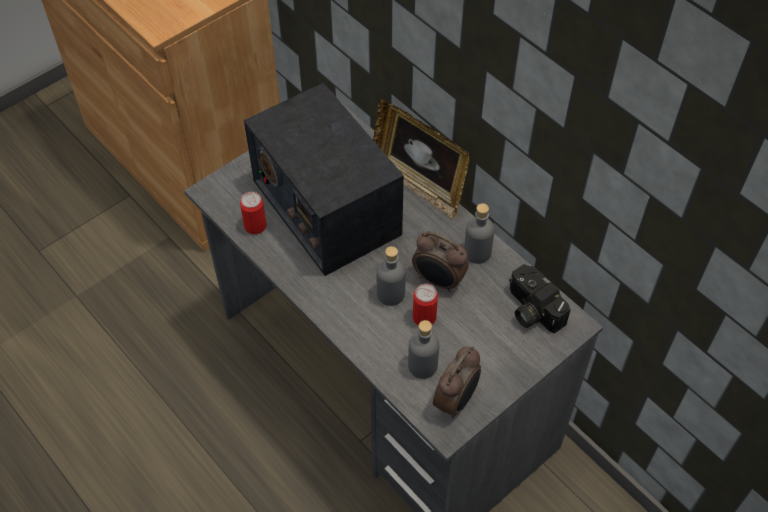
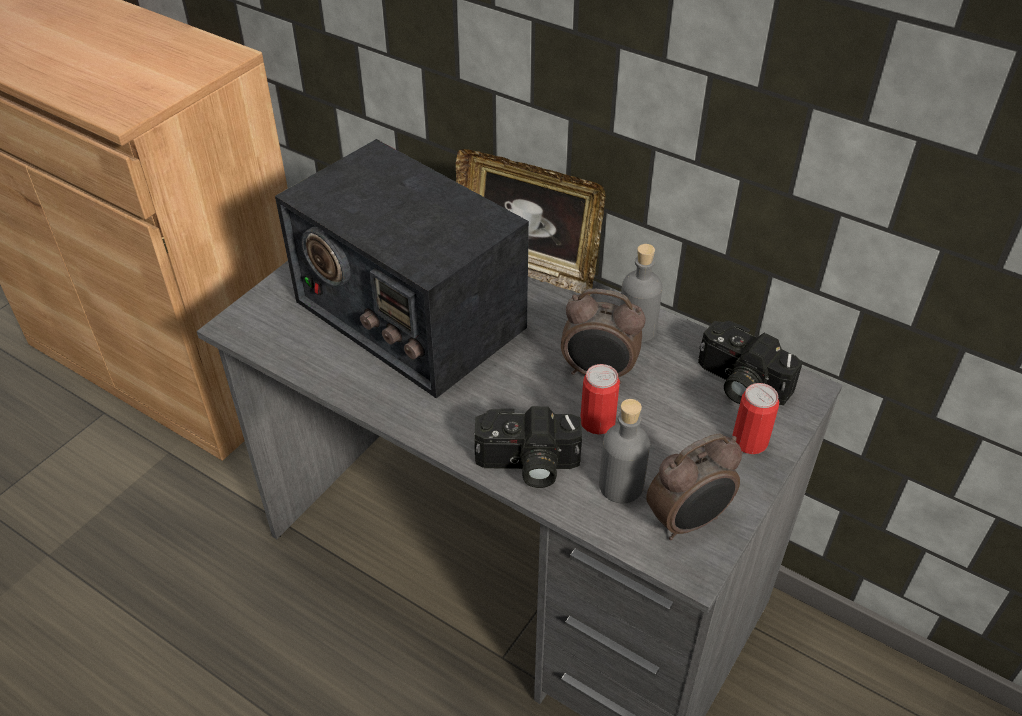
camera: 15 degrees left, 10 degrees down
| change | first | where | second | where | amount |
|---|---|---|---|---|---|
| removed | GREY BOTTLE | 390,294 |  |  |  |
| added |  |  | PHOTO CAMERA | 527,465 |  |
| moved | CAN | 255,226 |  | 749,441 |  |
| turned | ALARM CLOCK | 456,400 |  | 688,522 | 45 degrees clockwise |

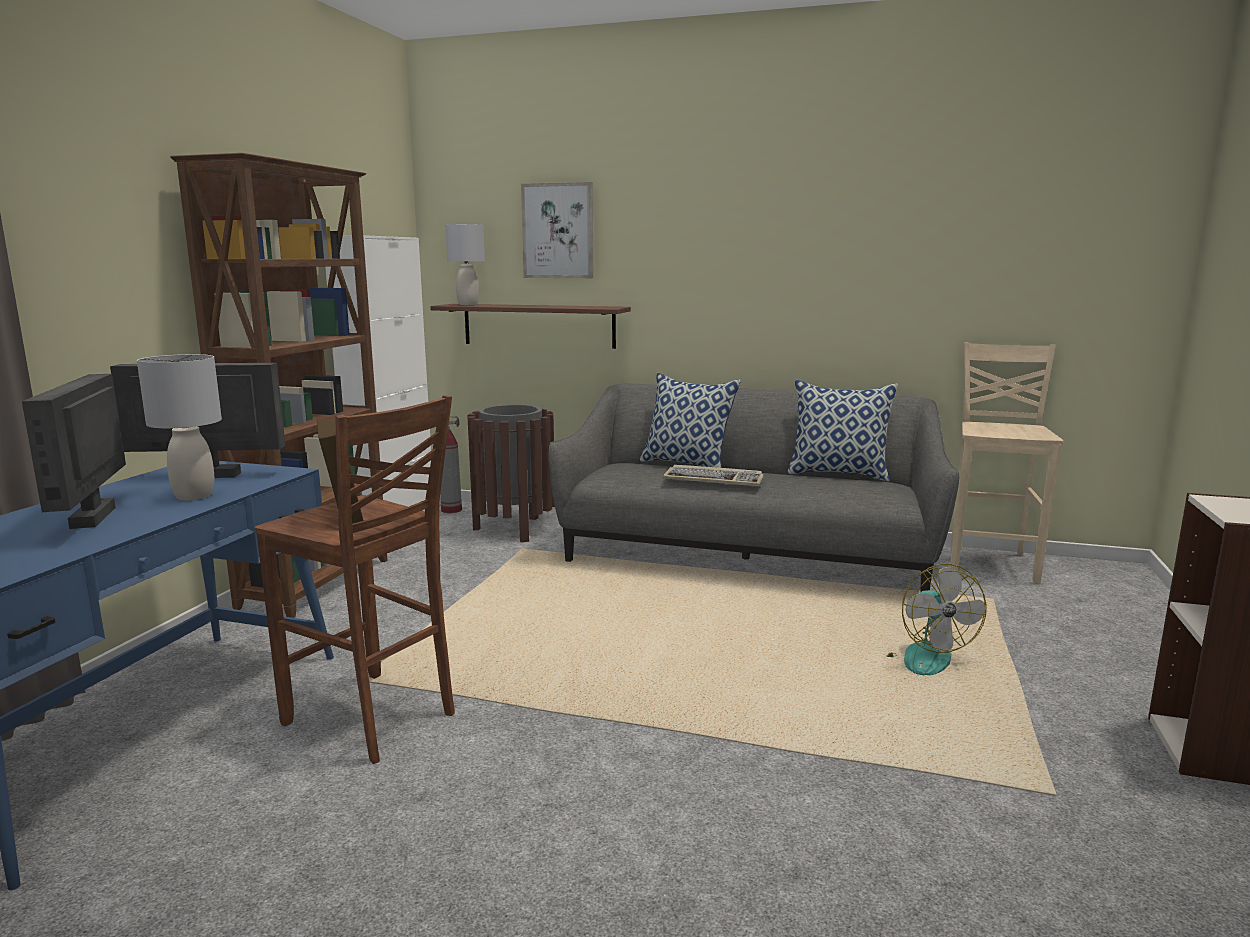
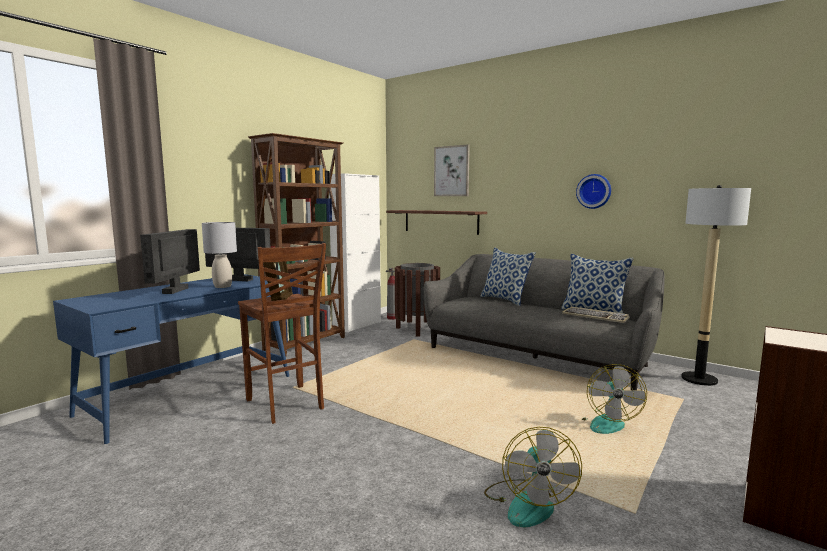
camera: 20 degrees right, 5 degrees down
| change | first | where | second | where | amount |
|---|---|---|---|---|---|
| removed | GREY TABLE LAMP | 468,304 |  |  |  |
| added |  |  | FAN | 528,502 |  |
| added |  |  | WALL CLOCK | 594,191 |  |
| moved | KEYBOARD | 714,480 |  | 596,317 |  |
| replaced | BEIGE STOOL | 990,563 | FLOOR LAMP | 699,379 |  |

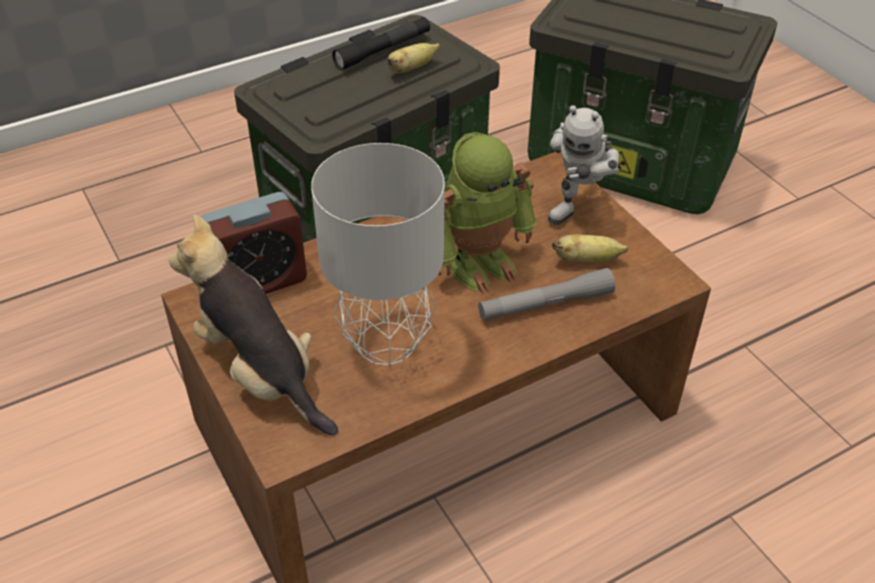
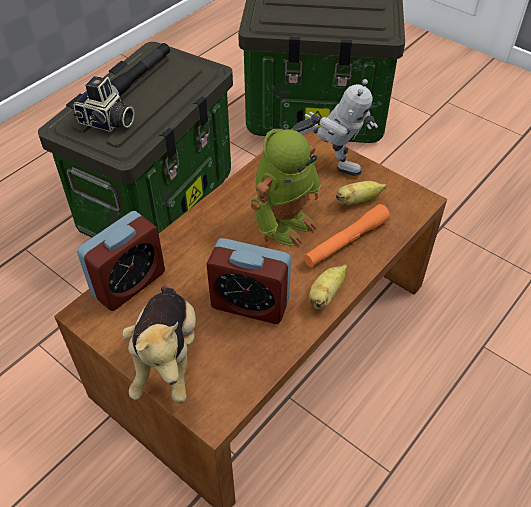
camera: 20 degrees left, 5 degrees up
| change | first | where | second | where | amount |
|---|---|---|---|---|---|
| added |  |  | PHOTO CAMERA | 106,123 |  |
| moved | BANANA | 411,69 |  | 326,294 |  |
| replaced | GREY TABLE LAMP | 388,343 | ALARM CLOCK | 250,304 |  |
| recoloured | GREY FLASHLIGHT | 545,304 | ORANGE FLASHLIGHT | 346,242 |  |
| turned | PLUSH TOY | 261,374 |  | 167,358 | 120 degrees counterclockwise |
| turned | TOY ROBOT | 579,207 |  | 333,162 | 75 degrees counterclockwise |

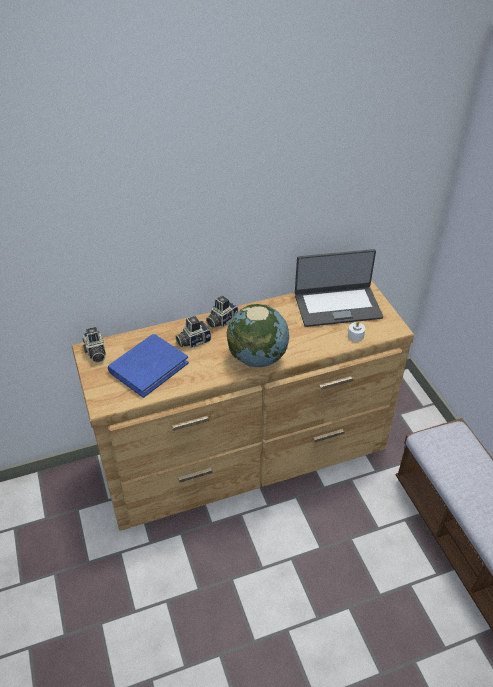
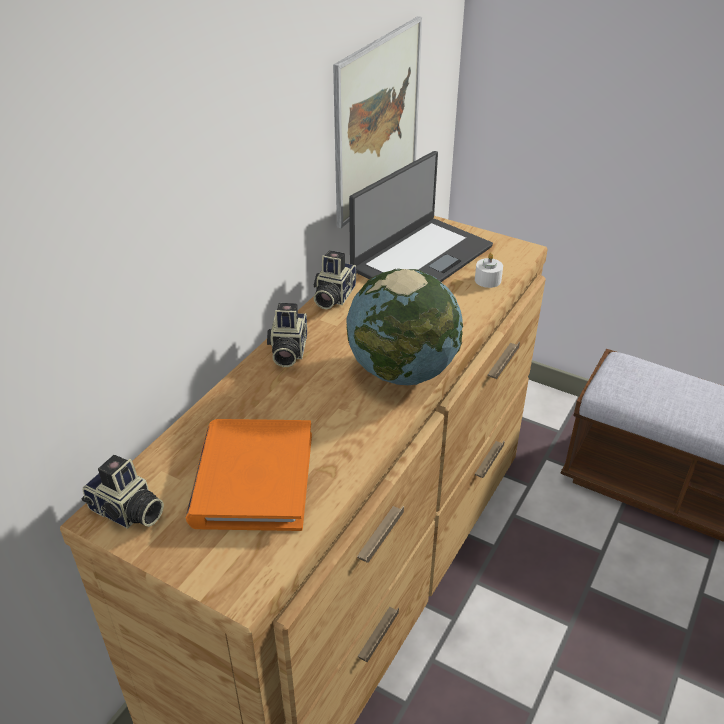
camera: 40 degrees left, 5 degrees down
| change | first | where | second | where | amount |
|---|---|---|---|---|---|
| added |  |  | PICTURE | 377,121 |  |
| moved | PHOTO CAMERA | 193,341 |  | 332,296 |  |
| recoloured | BLUE BOOK | 148,367 | ORANGE BOOK | 253,479 |  |

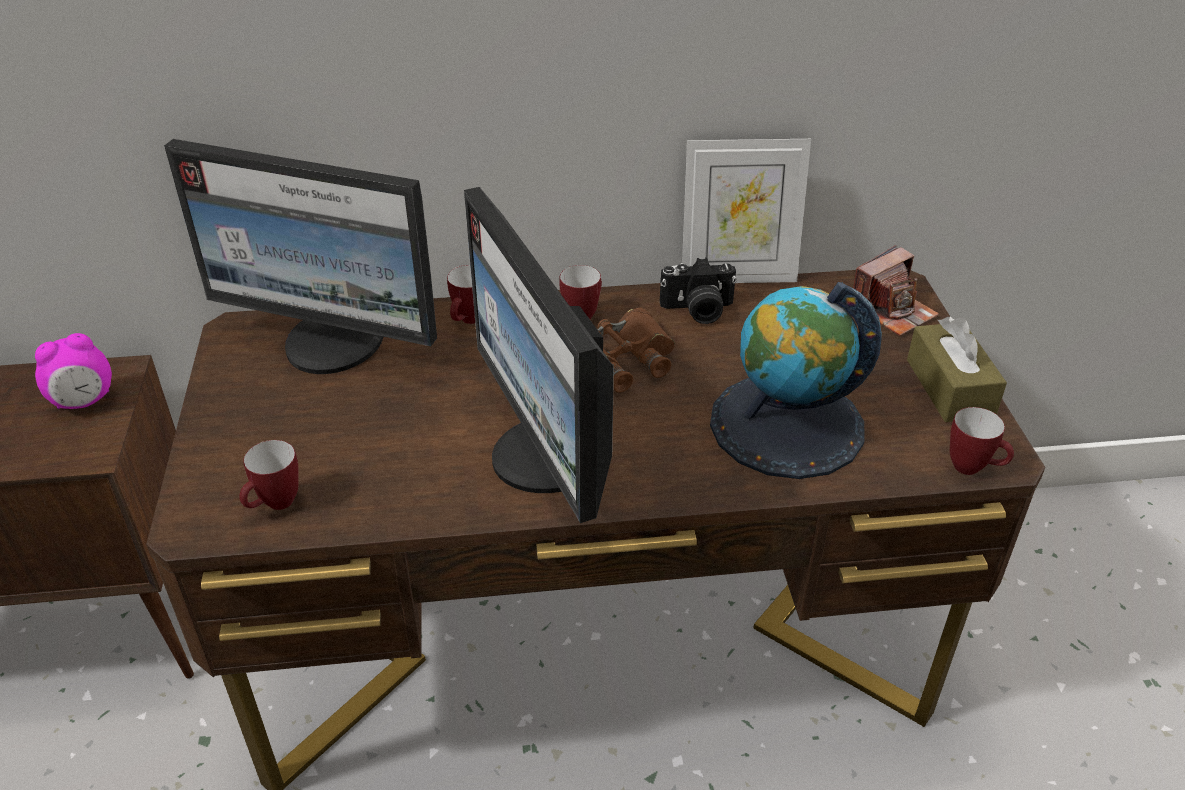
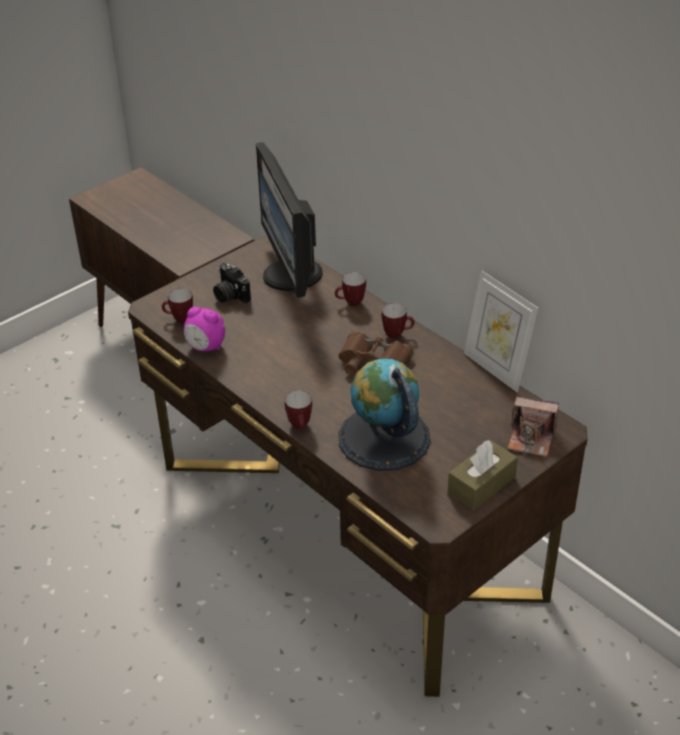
camera: 55 degrees right, 0 degrees up
| change | first | where | second | where | amount |
|---|---|---|---|---|---|
| removed | MONITOR | 548,457 |  |  |  |
| moved | ALARM CLOCK | 84,402 |  | 205,347 |  |
| moved | PHOTO CAMERA | 698,310 |  | 230,295 |  |
| moved | MUG | 973,468 |  | 300,427 |  |

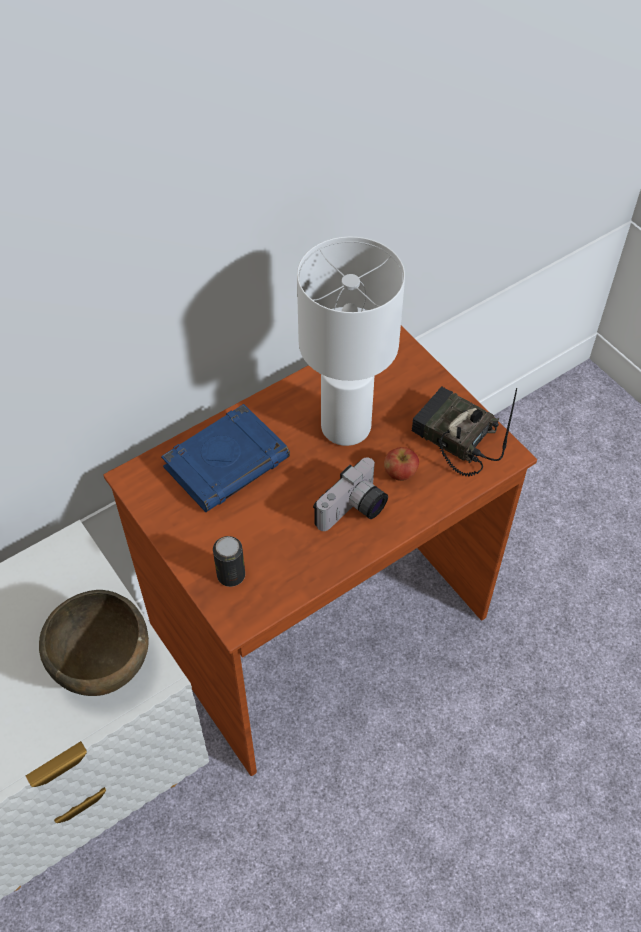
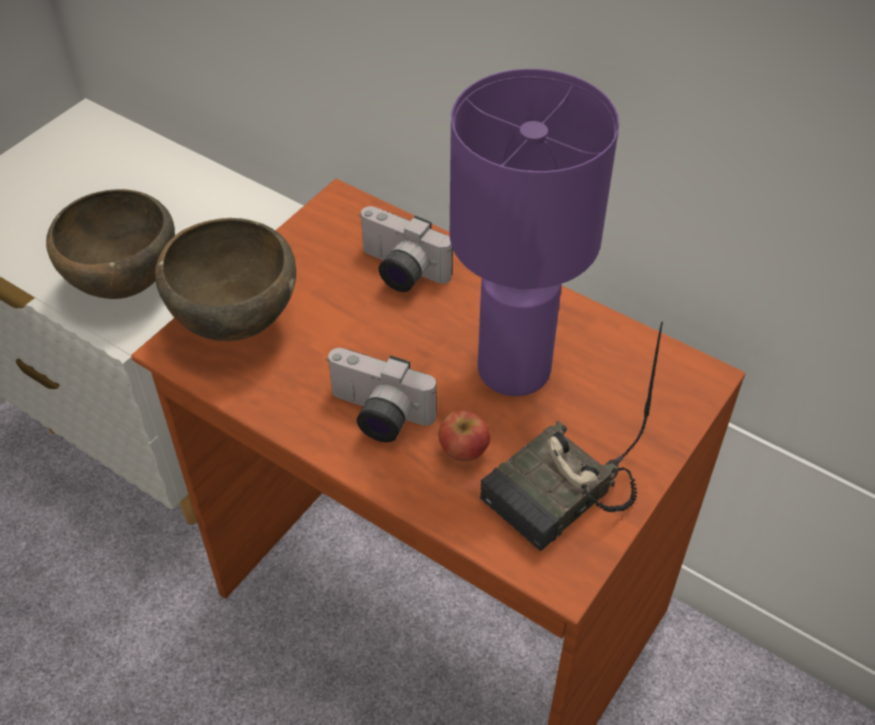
camera: 70 degrees right, 5 degrees down
| change | first | where | second | where | amount |
|---|---|---|---|---|---|
| replaced | BLUE BOOK | 227,462 | PHOTO CAMERA | 399,272 |  |
| replaced | CAN | 231,575 | BROWN BOWL | 235,324 |  |
| recoloured | WHITE TABLE LAMP | 346,425 | PURPLE TABLE LAMP | 516,369 |  |
| turned | RADIO | 453,438 |  | 559,498 | 150 degrees counterclockwise |

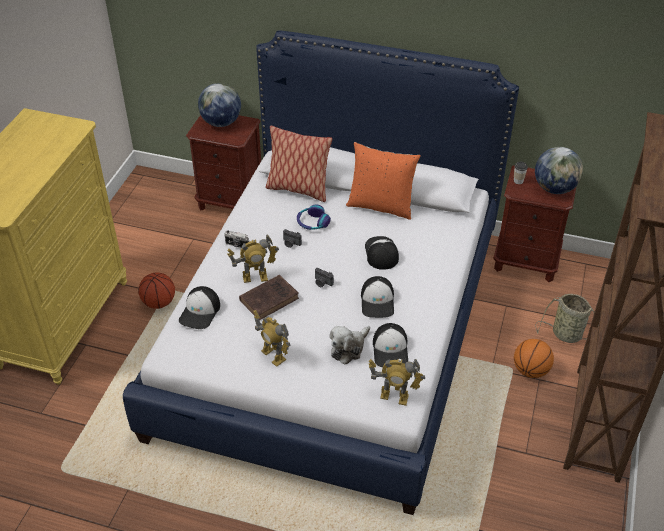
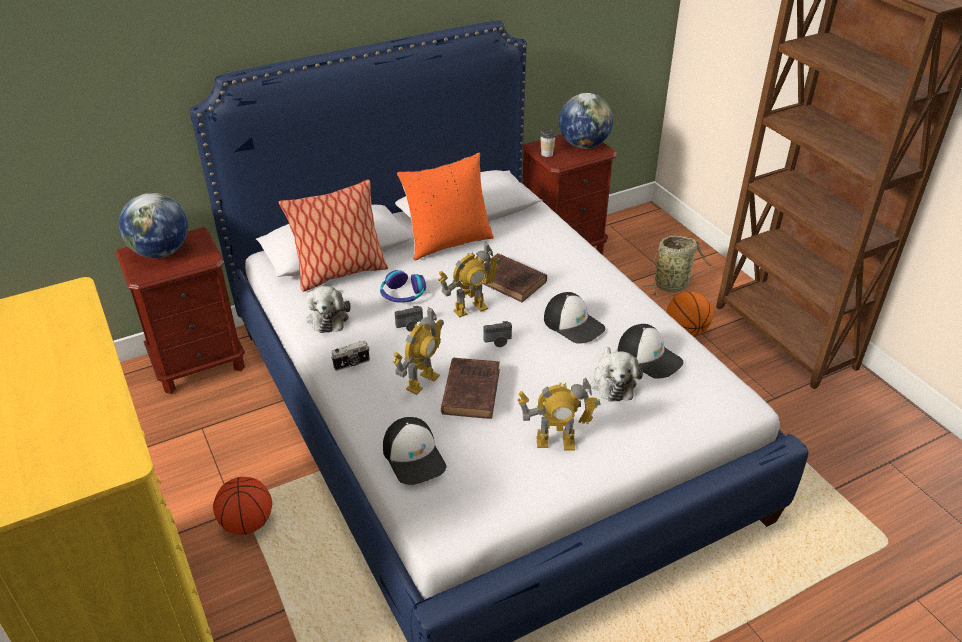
camera: 45 degrees left, 5 degrees down
| change | first | where | second | where | amount |
|---|---|---|---|---|---|
| added |  |  | PLUSH TOY | 328,317 |  |
| moved | TOY ROBOT | 394,397 |  | 470,309 |  |
| replaced | CAP | 381,253 | BROWN BOOK | 511,281 |  |

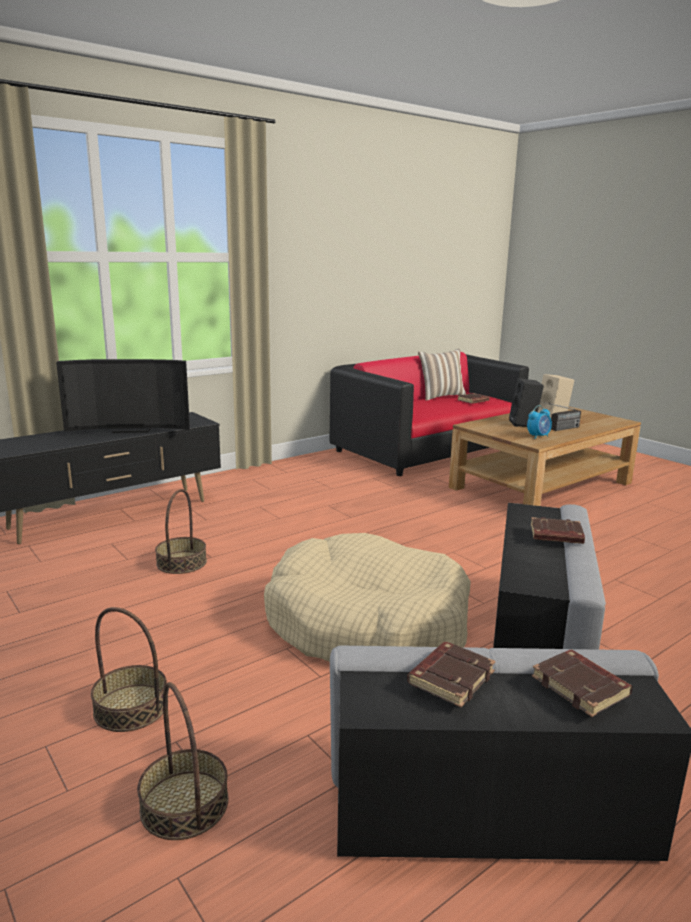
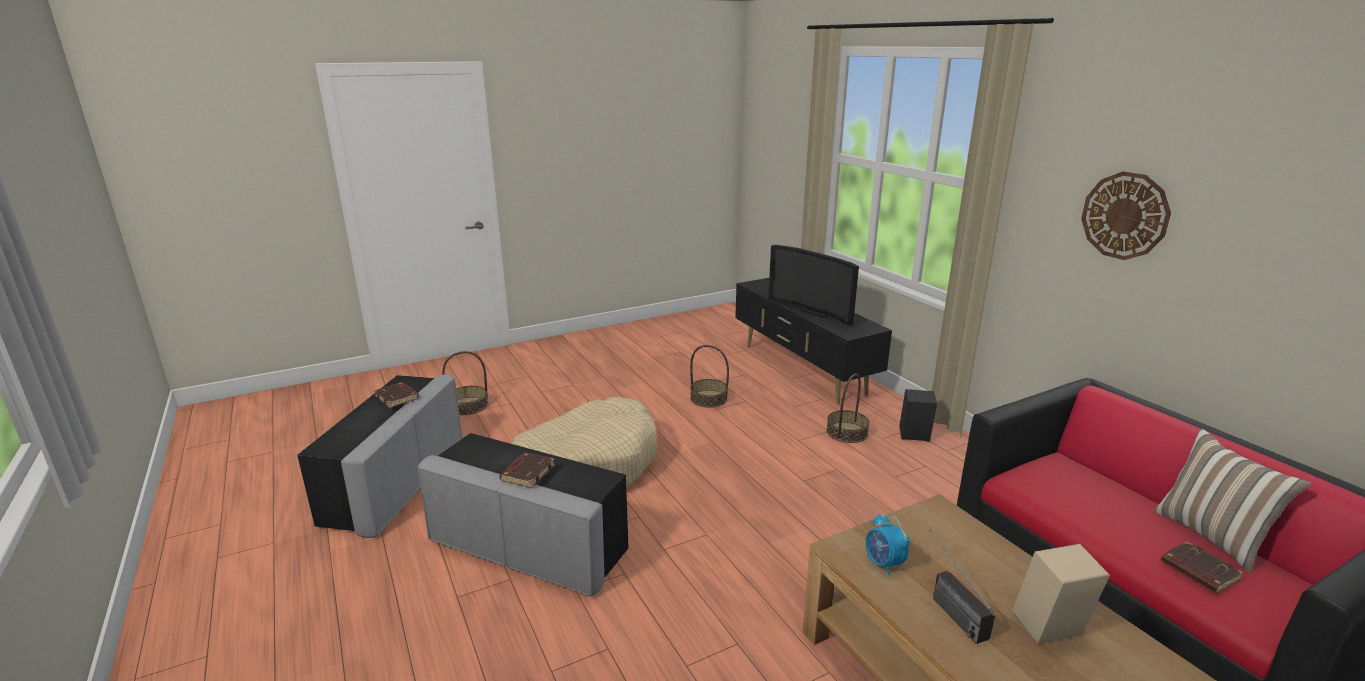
camera: 100 degrees right, 5 degrees up
| change | first | where | second | where | amount |
|---|---|---|---|---|---|
| removed | BROWN BOOK | 581,687 |  |  |  |
| added |  |  | WALL CLOCK | 1124,215 |  |
| moved | BASKET | 131,707 |  | 847,432 |  |
| moved | BLACK SPEAKER | 524,424 |  | 913,437 |  |
| turned | TELEVISION | 131,429 |  | 816,311 | 45 degrees counterclockwise |

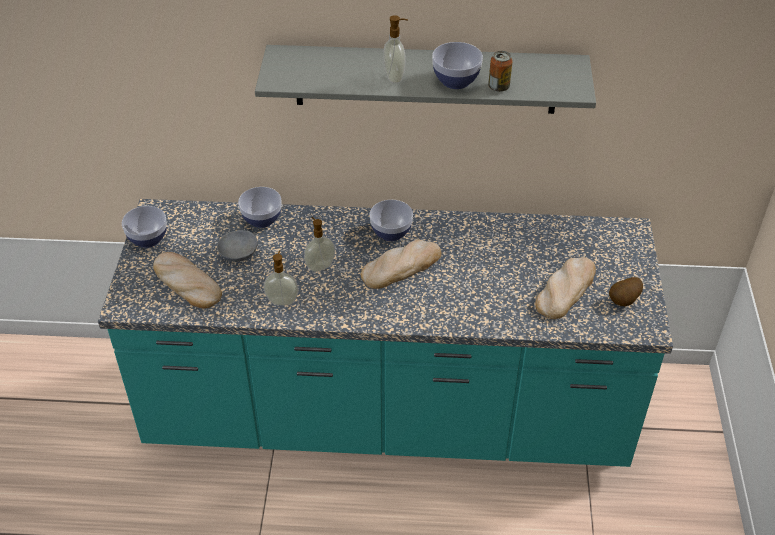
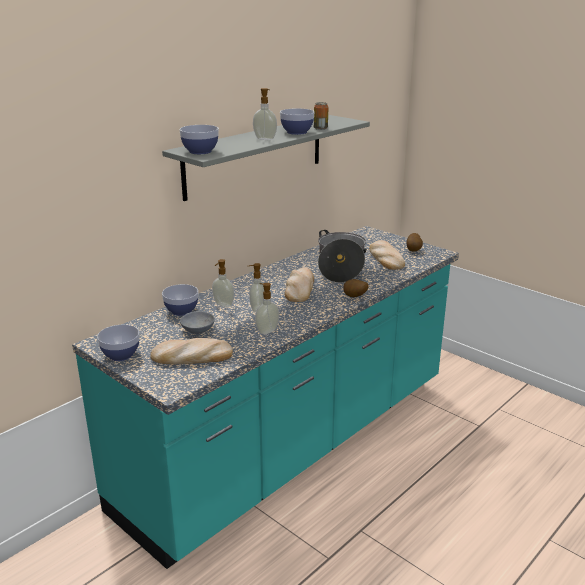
camera: 50 degrees left, 20 degrees down
| change | first | where | second | where | amount |
|---|---|---|---|---|---|
| added |  |  | SOAP DISPENSER | 223,305 |  |
| added |  |  | COOKING POT | 340,268 |  |
| added |  |  | POTATO | 354,297 |  |
| moved | BOWL | 391,233 |  | 200,151 |  |

